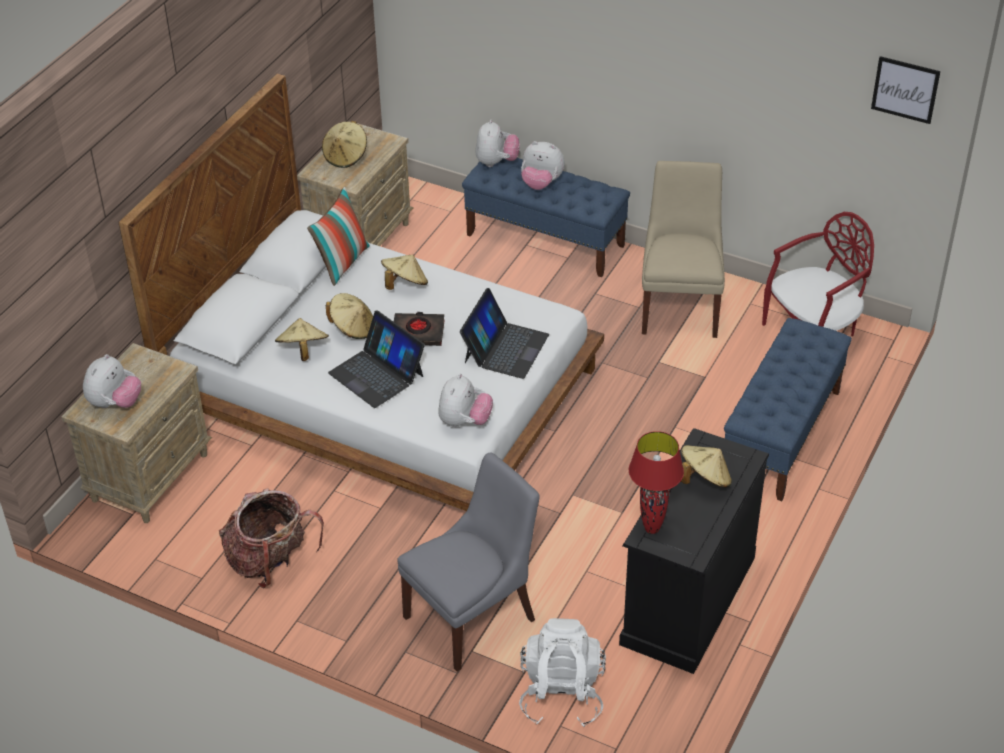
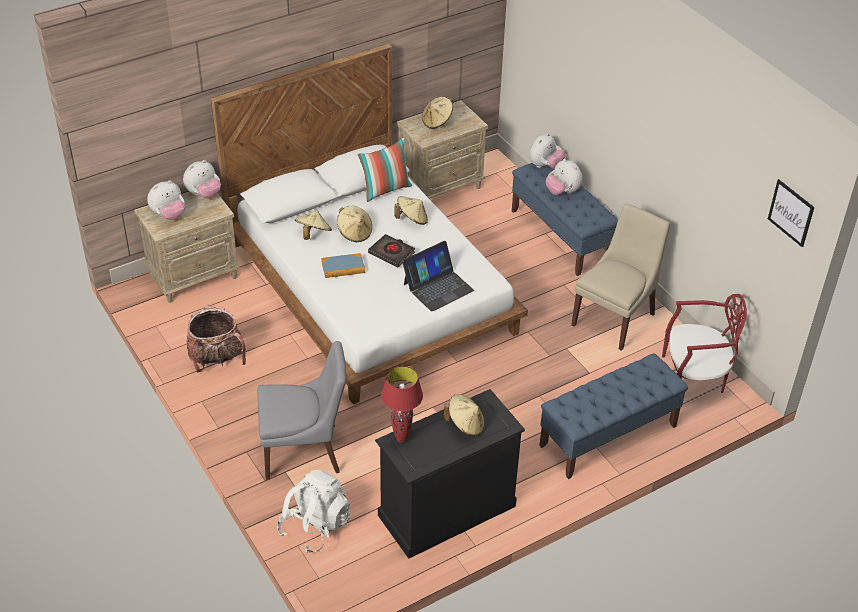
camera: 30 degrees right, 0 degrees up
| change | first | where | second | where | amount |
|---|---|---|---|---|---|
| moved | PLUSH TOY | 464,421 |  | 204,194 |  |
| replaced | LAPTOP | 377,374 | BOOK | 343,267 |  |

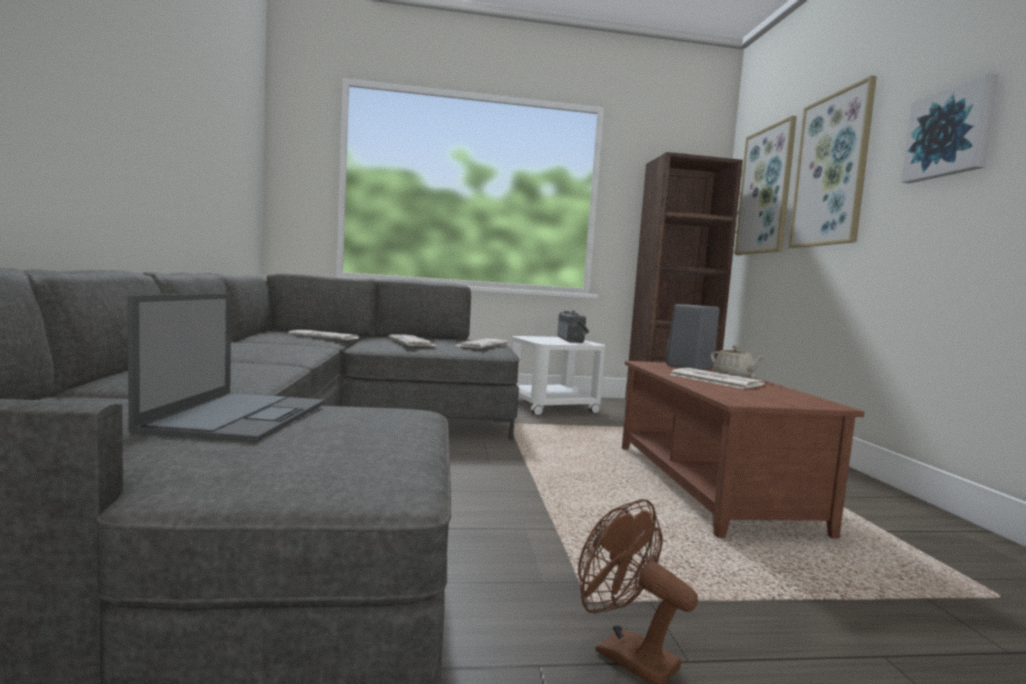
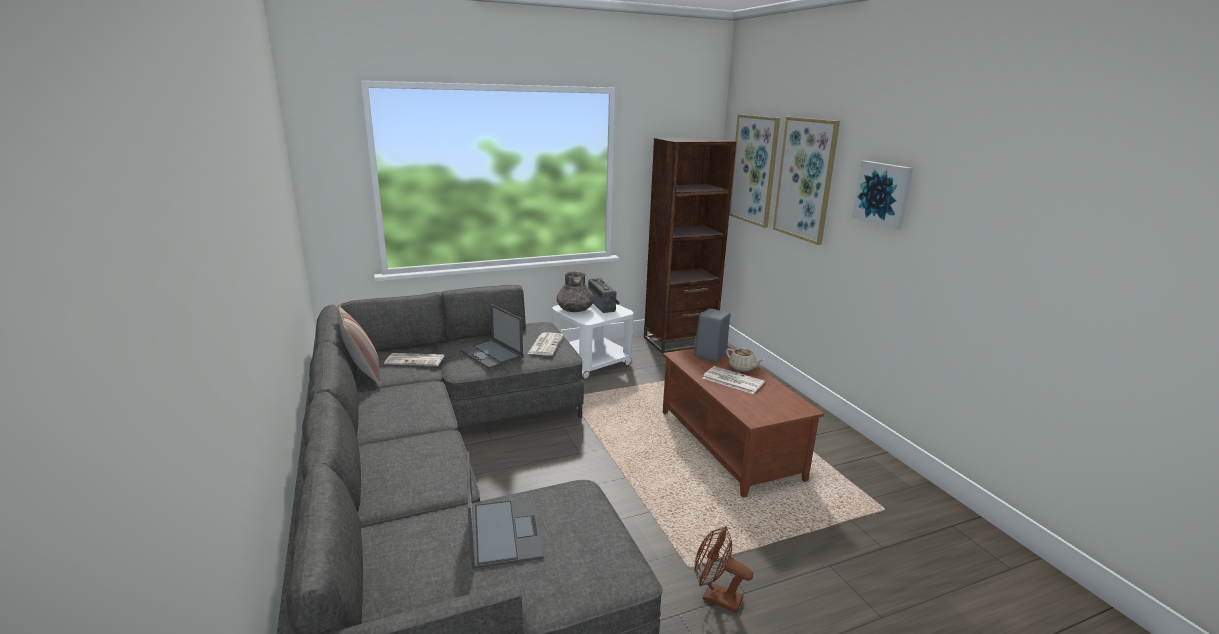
camera: 15 degrees left, 15 degrees up
| change | first | where | second | where | amount |
|---|---|---|---|---|---|
| added |  |  | PILLOW | 363,374 |  |
| added |  |  | GREY VASE | 575,309 |  |
| replaced | NEWSPAPER | 413,342 | LAPTOP | 492,354 |  |

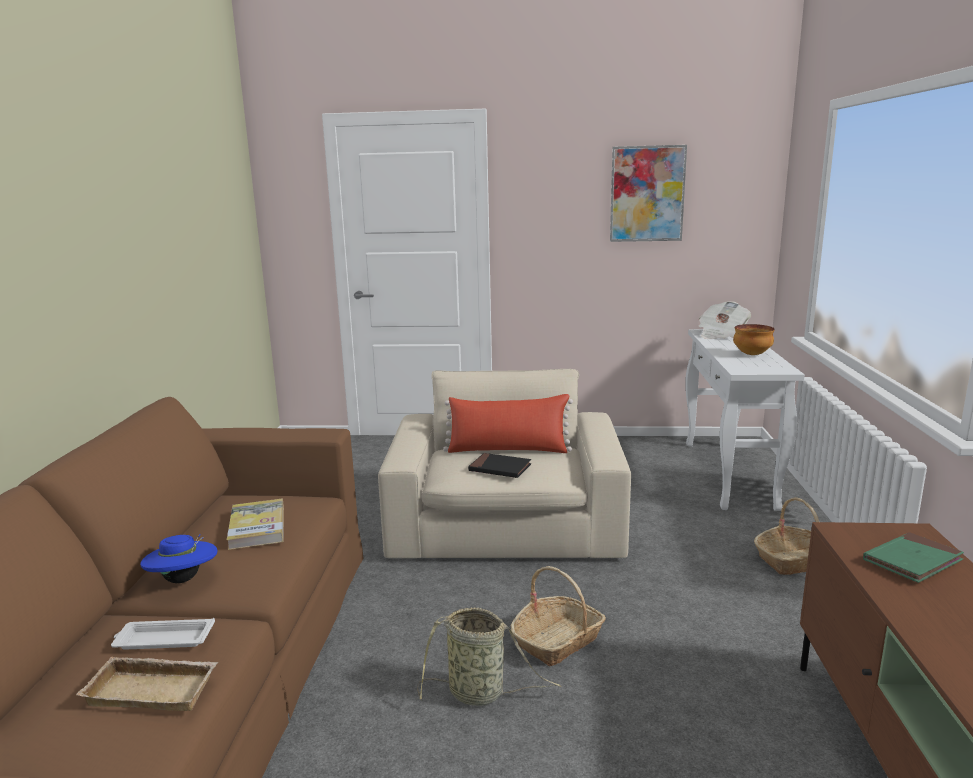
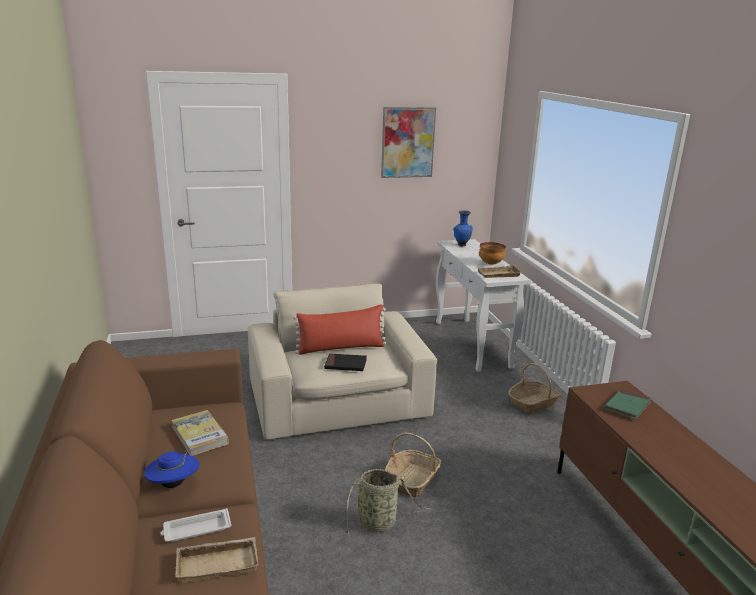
camera: 20 degrees left, 5 degrees up
| change | first | where | second | where | amount |
|---|---|---|---|---|---|
| added |  |  | BEIGE TRAY | 498,275 |  |
| replaced | NEWSPAPER | 721,334 | BLUE VASE | 461,245 |  |

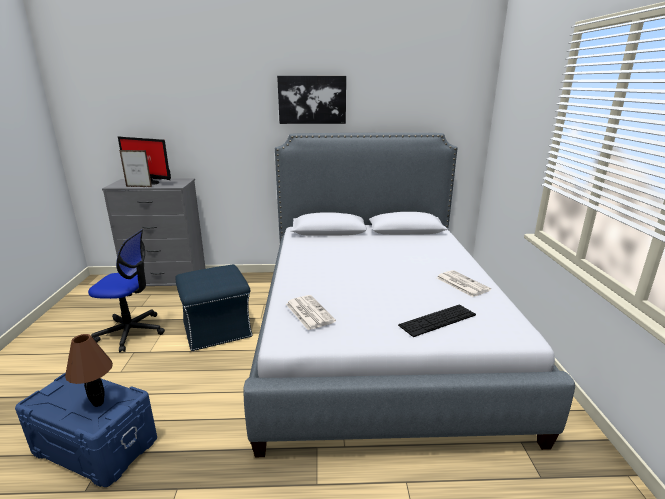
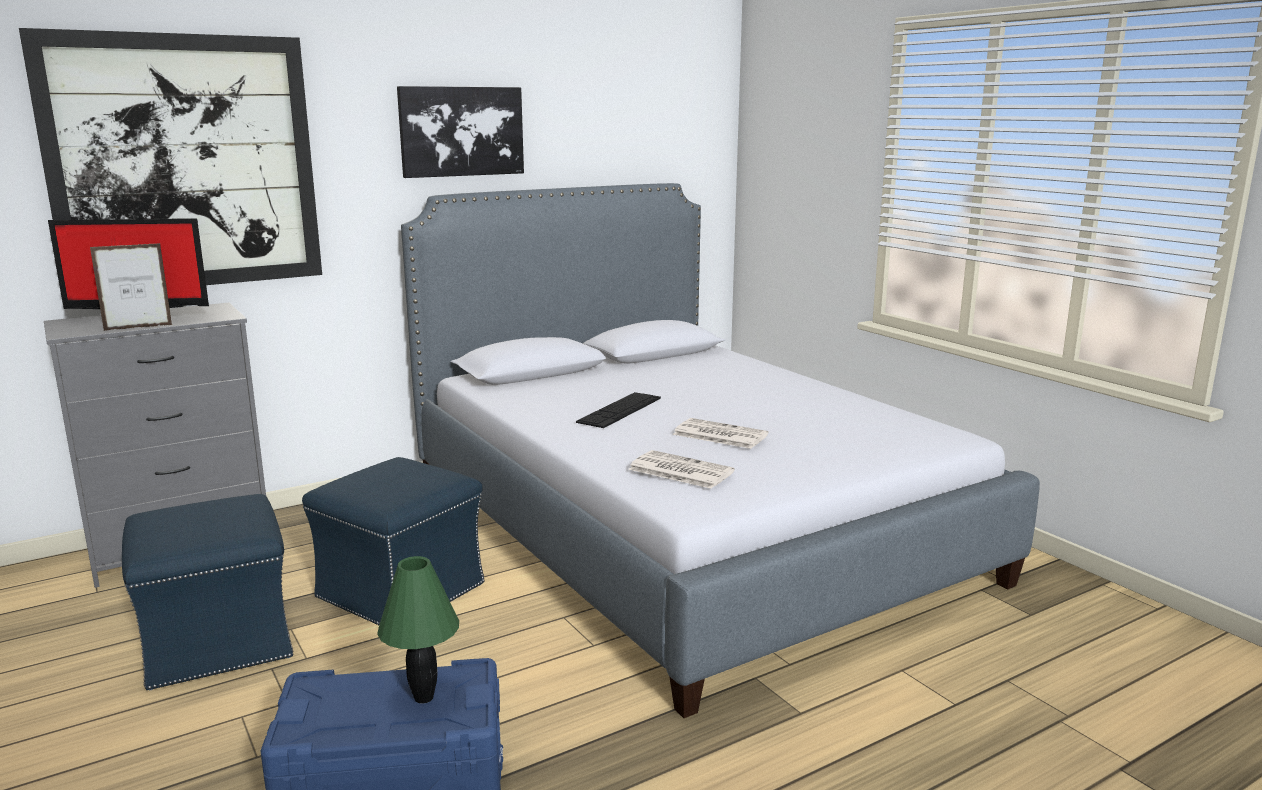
camera: 30 degrees left, 5 degrees down
| change | first | where | second | where | amount |
|---|---|---|---|---|---|
| added |  |  | PICTURE | 184,163 |  |
| moved | KEYBOARD | 437,320 |  | 620,410 |  |
| moved | NEWSPAPER | 461,284 |  | 718,435 |  |
| replaced | OFFICE CHAIR | 131,332 | BLUE OTTOMAN | 218,642 |  |
| recoloured | BROWN TABLE LAMP | 99,403 | GREEN TABLE LAMP | 424,697 |  |

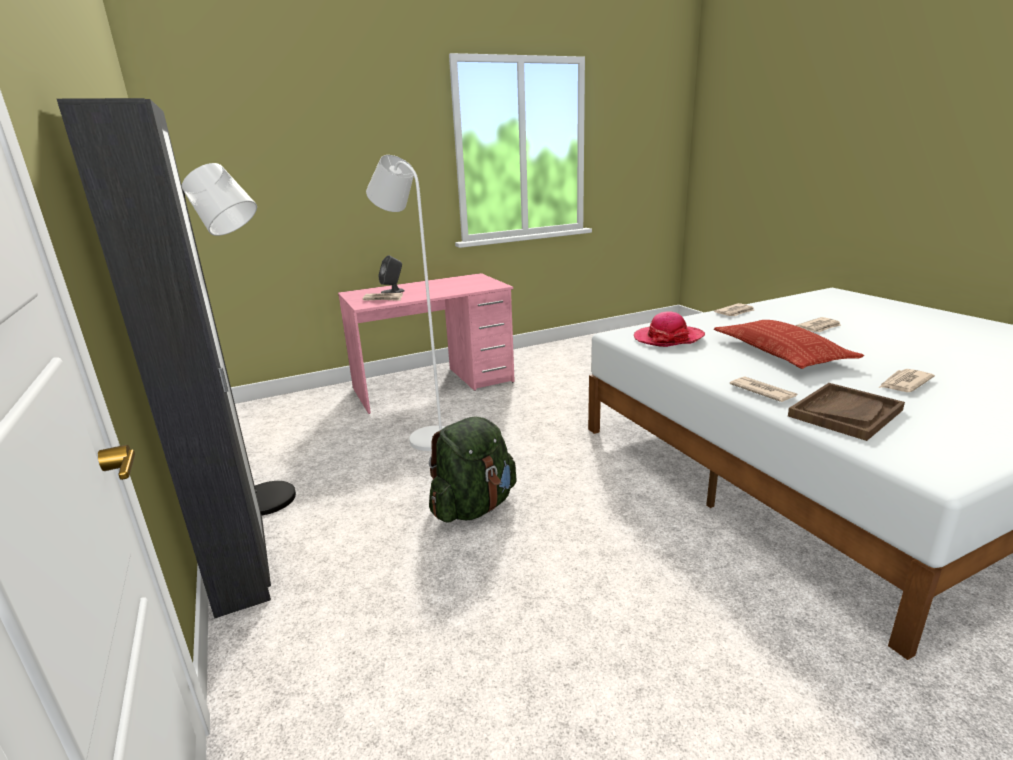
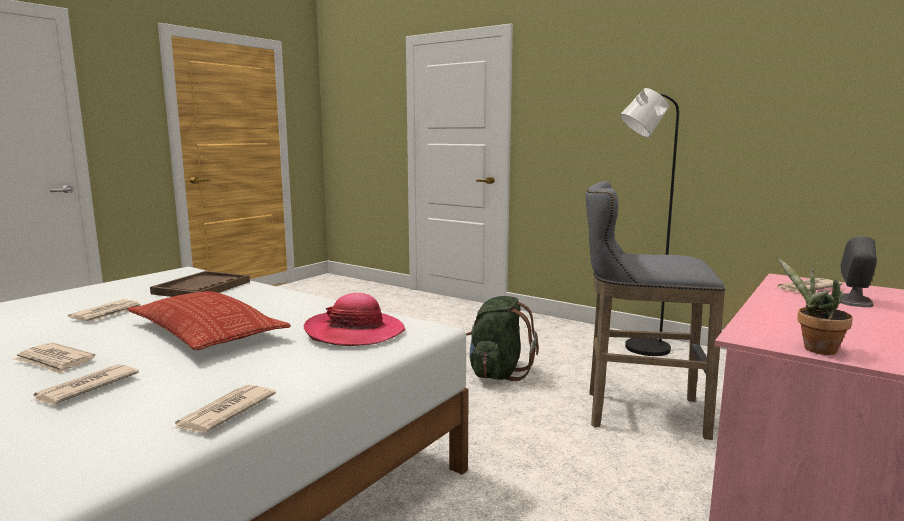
camera: 150 degrees right, 10 degrees down
| change | first | where | second | where | amount |
|---|---|---|---|---|---|
| removed | BLACK WARDROBE | 242,569 |  |  |  |
| added |  |  | POTTED PLANT | 814,349 |  |
| moved | NEWSPAPER | 762,391 |  | 54,361 |  |
| replaced | WHITE FLOOR LAMP | 426,437 | GREY STOOL | 638,413 |  |

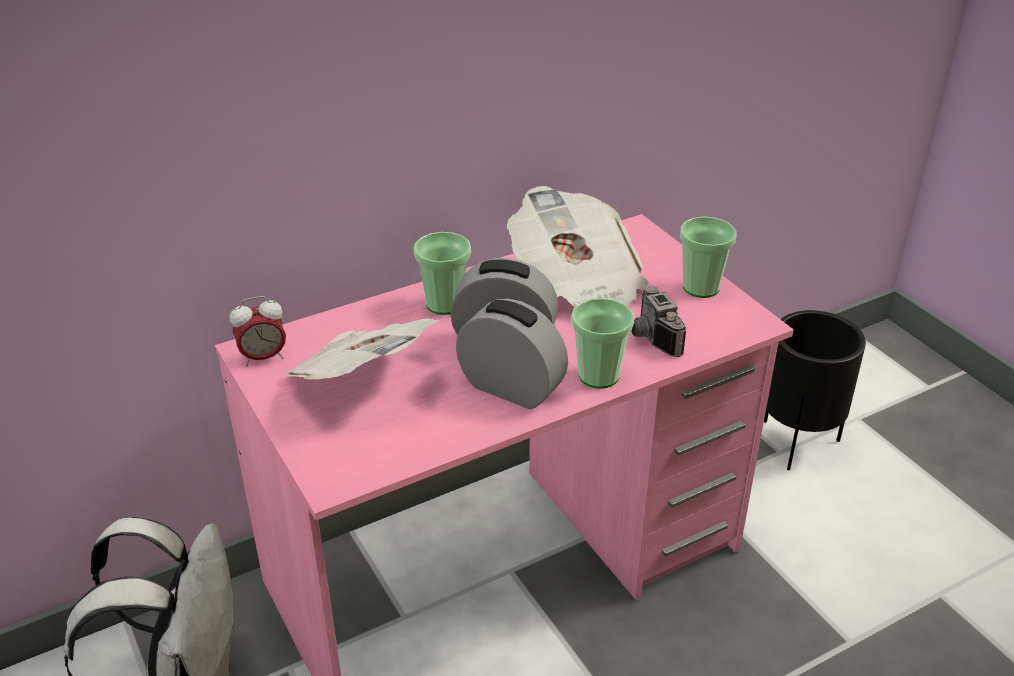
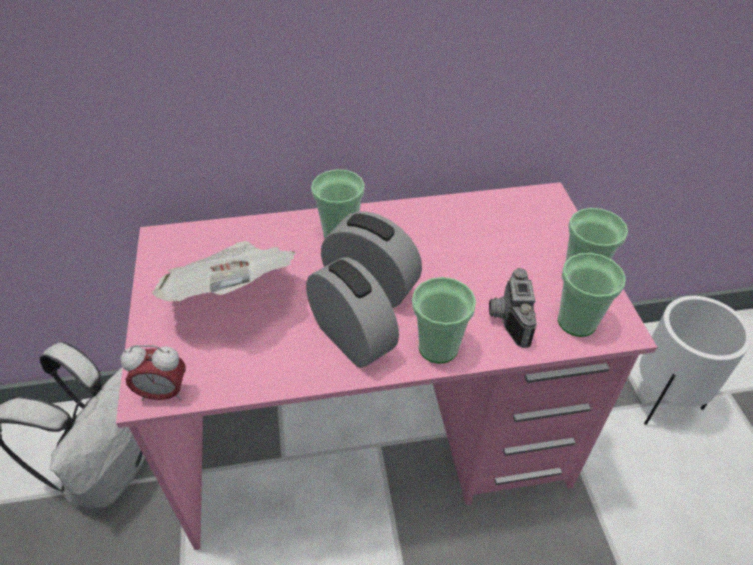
camera: 20 degrees right, 10 degrees up
| change | first | where | second | where | amount |
|---|---|---|---|---|---|
| removed | NEWSPAPER | 577,287 |  |  |  |
| added |  |  | CUP | 576,322 |  |
| moved | ALARM CLOCK | 263,357 |  | 163,393 |  |
| recoloured | BLACK PLANTER | 797,444 | WHITE PLANTER | 663,401 |  |

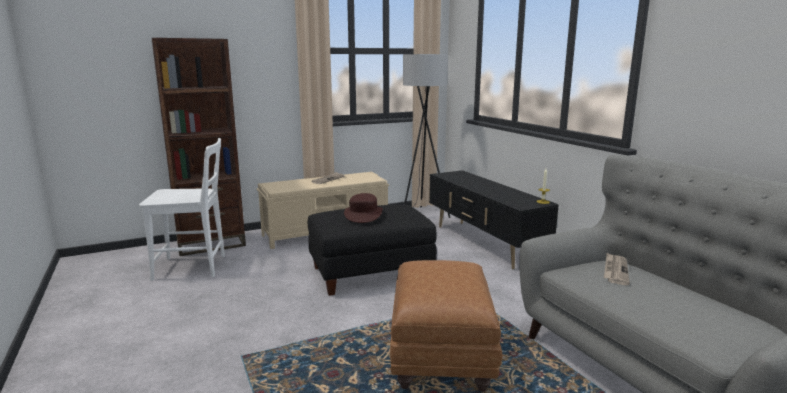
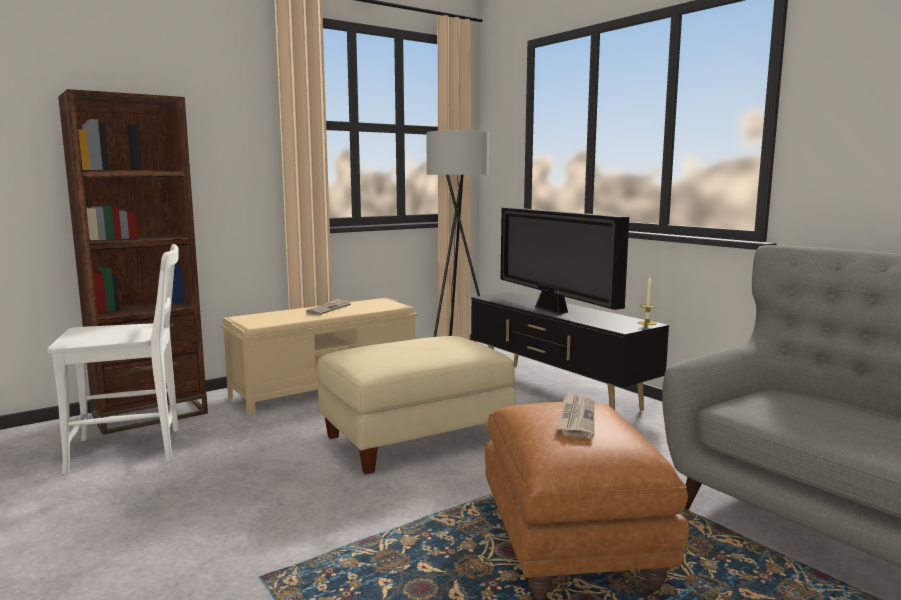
camera: 10 degrees left, 5 degrees down
| change | first | where | second | where | amount |
|---|---|---|---|---|---|
| removed | BROWN HAT | 363,215 |  |  |  |
| added |  |  | TELEVISION | 553,310 |  |
| moved | NEWSPAPER | 615,270 |  | 576,418 |  |
| recoloured | BLACK OTTOMAN | 370,273 | BEIGE OTTOMAN | 416,439 |  |

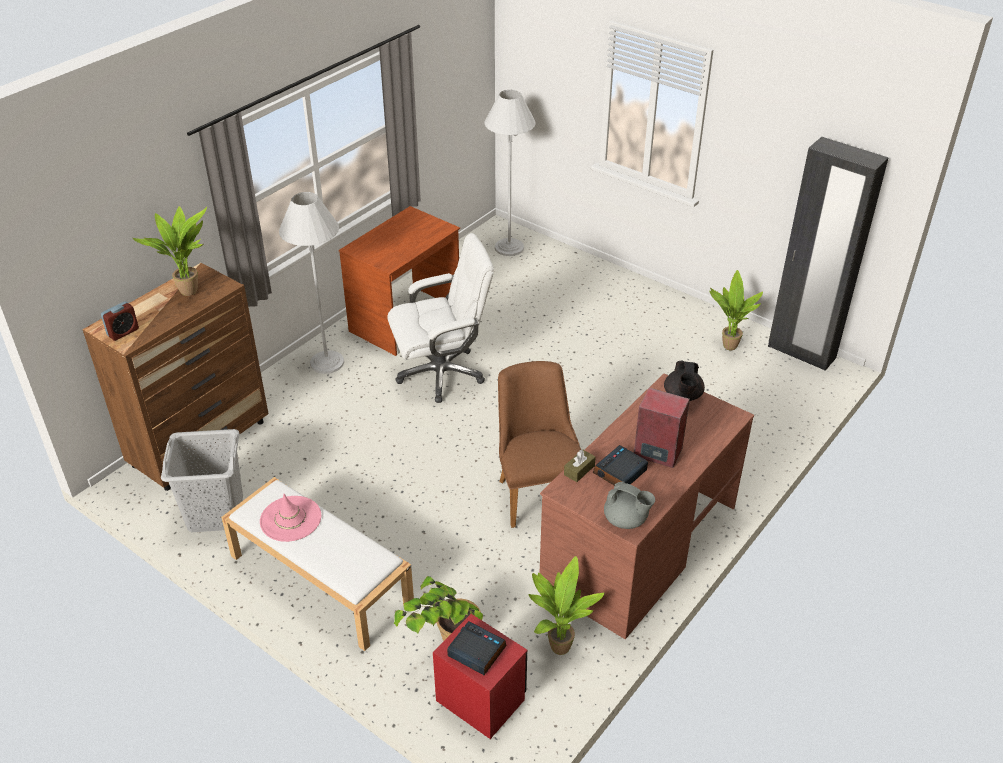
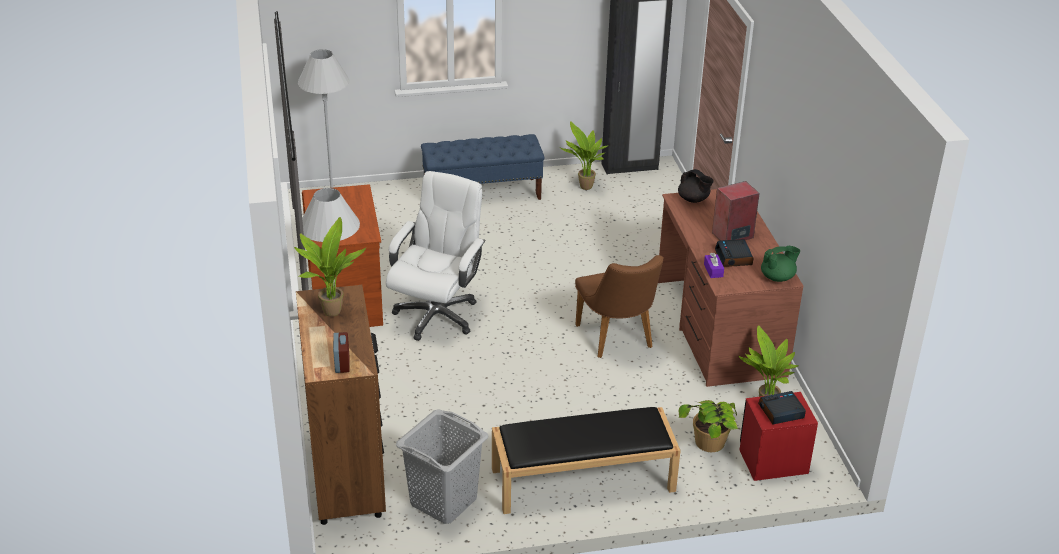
camera: 50 degrees left, 5 degrees down
| change | first | where | second | where | amount |
|---|---|---|---|---|---|
| removed | PINK HAT | 290,519 |  |  |  |
| added |  |  | BLUE BENCH | 482,193 |  |
| recoloured | WHITE BENCH | 319,579 | BLACK BENCH | 582,480 |  |
| recoloured | BROWN TISSUE BOX | 579,470 | PURPLE TISSUE BOX | 713,270 |  |
| recoloured | GREY TEAPOT | 626,520 | GREEN TEAPOT | 778,277 |  |
| turned | BROWN CHAIR | 536,491 |  | 617,340 | 135 degrees counterclockwise |

